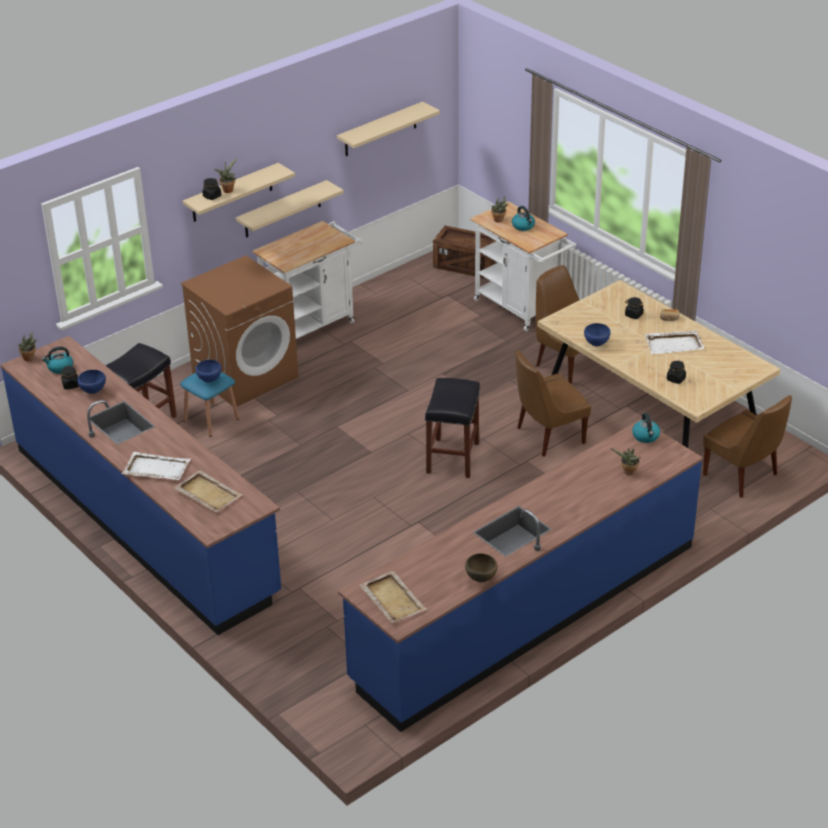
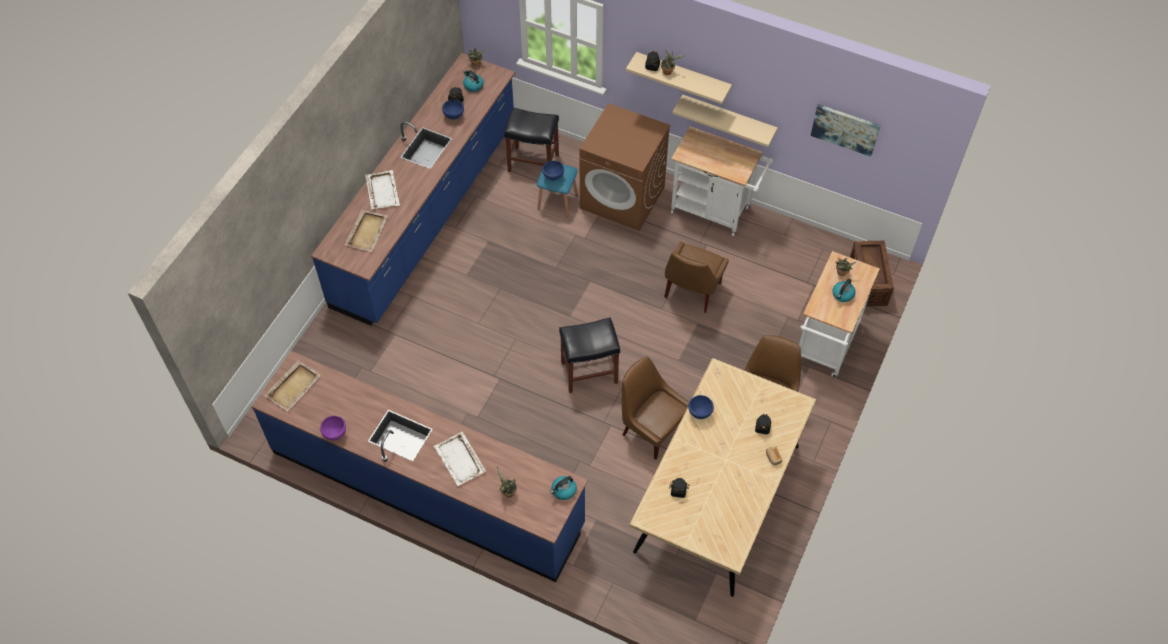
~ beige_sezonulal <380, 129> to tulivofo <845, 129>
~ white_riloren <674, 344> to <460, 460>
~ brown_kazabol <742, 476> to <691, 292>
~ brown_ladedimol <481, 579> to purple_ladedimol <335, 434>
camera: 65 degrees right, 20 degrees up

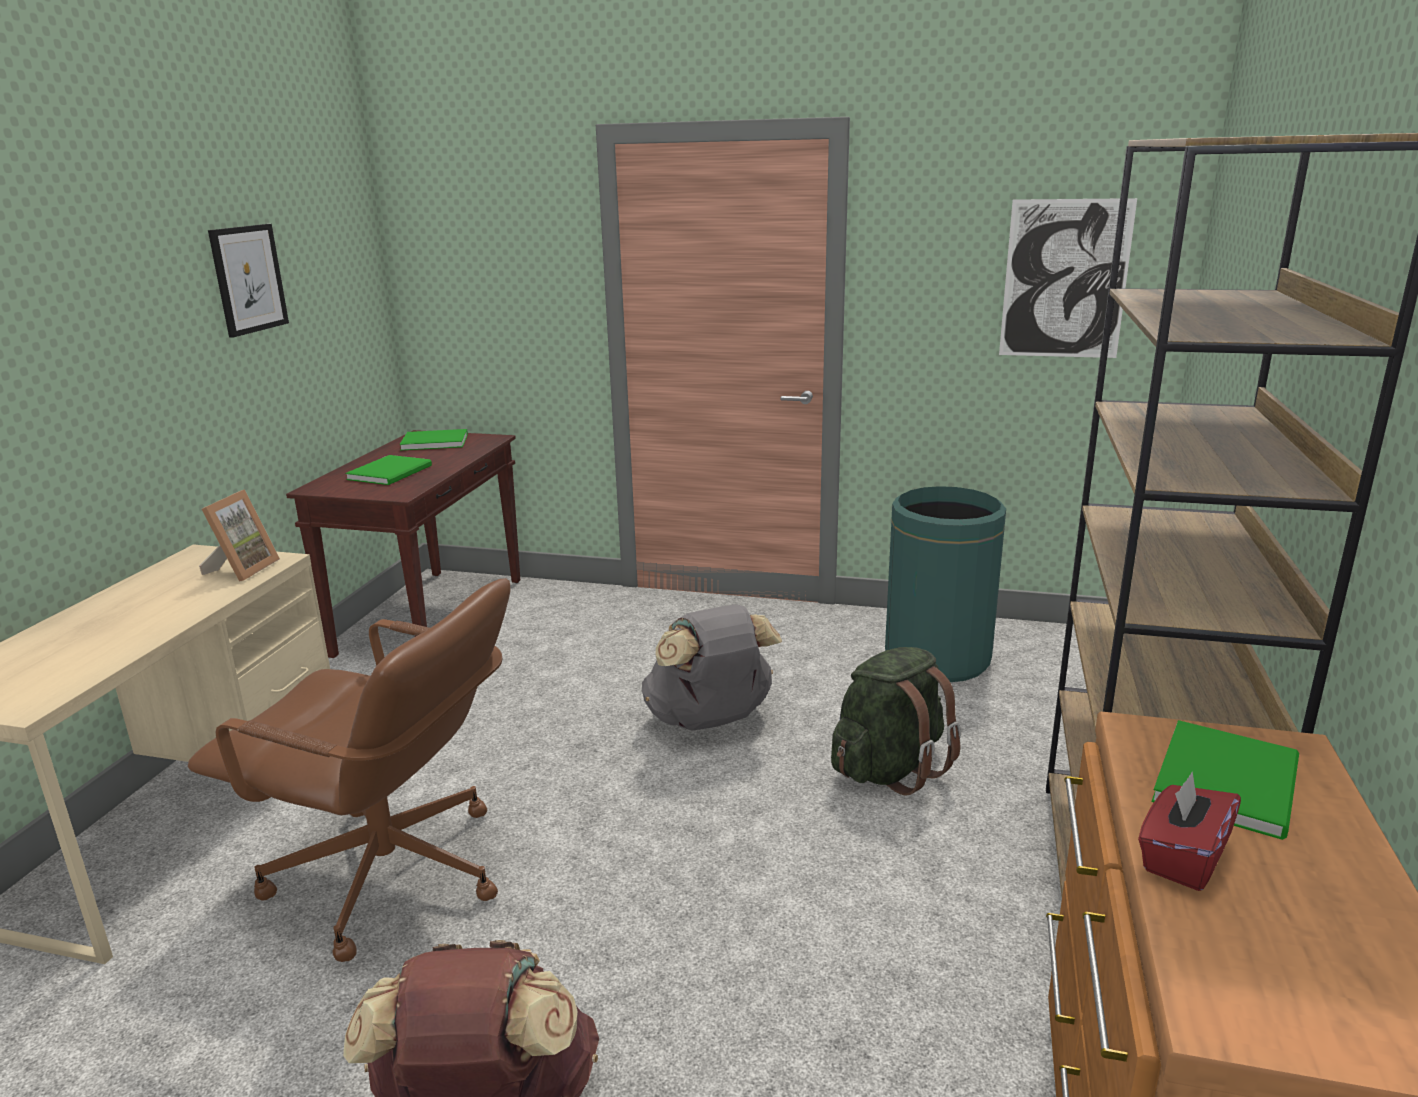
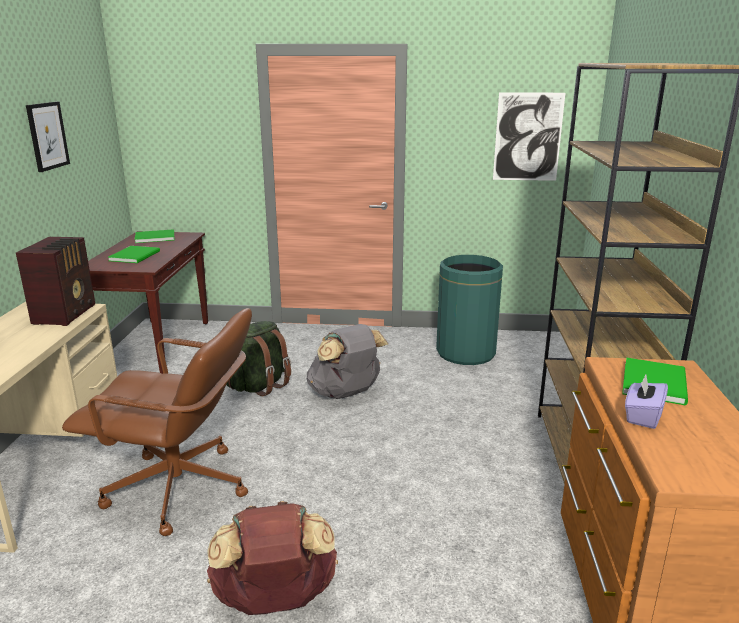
~ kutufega <242, 569> to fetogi <66, 314>
~ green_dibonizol <890, 769> to <260, 386>
~ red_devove <1182, 858> to purple_devove <642, 416>
camera: 10 degrees left, 0 degrees up

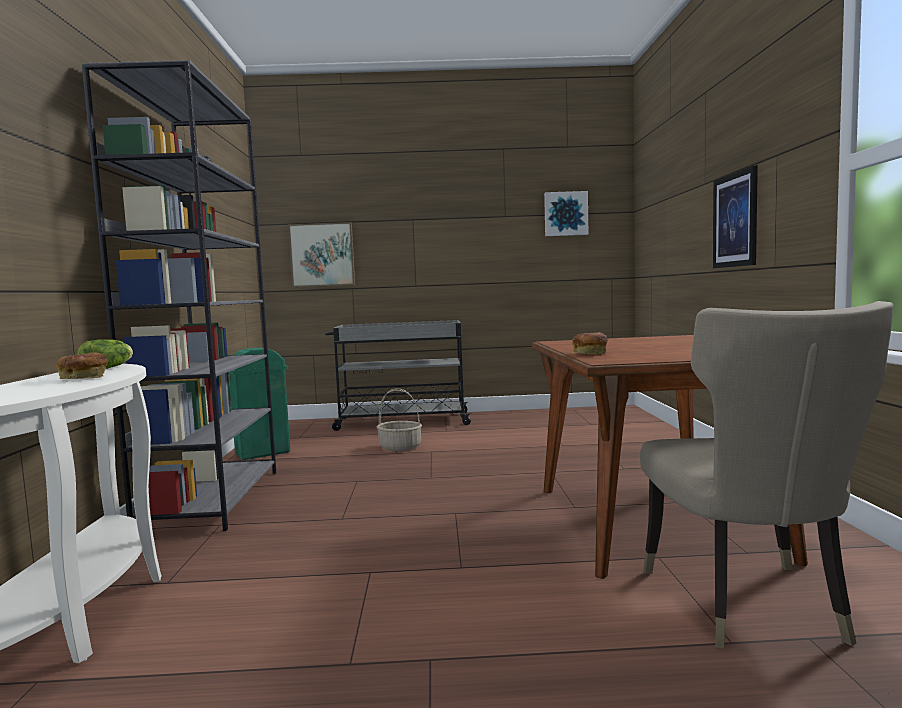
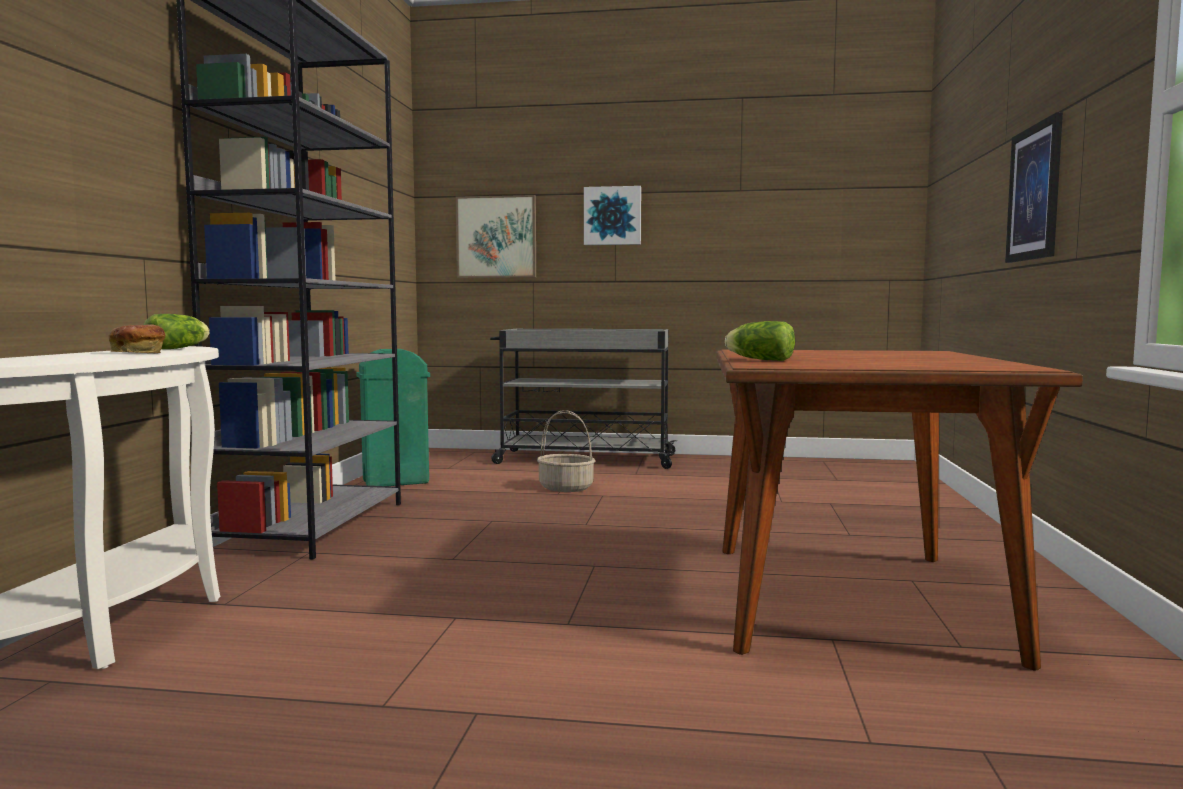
~ tulivofo <565, 214> to <612, 216>
- beige_kazabol <749, 607>
~ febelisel <589, 353> to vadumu <758, 360>
camera: 10 degrees right, 0 degrees up

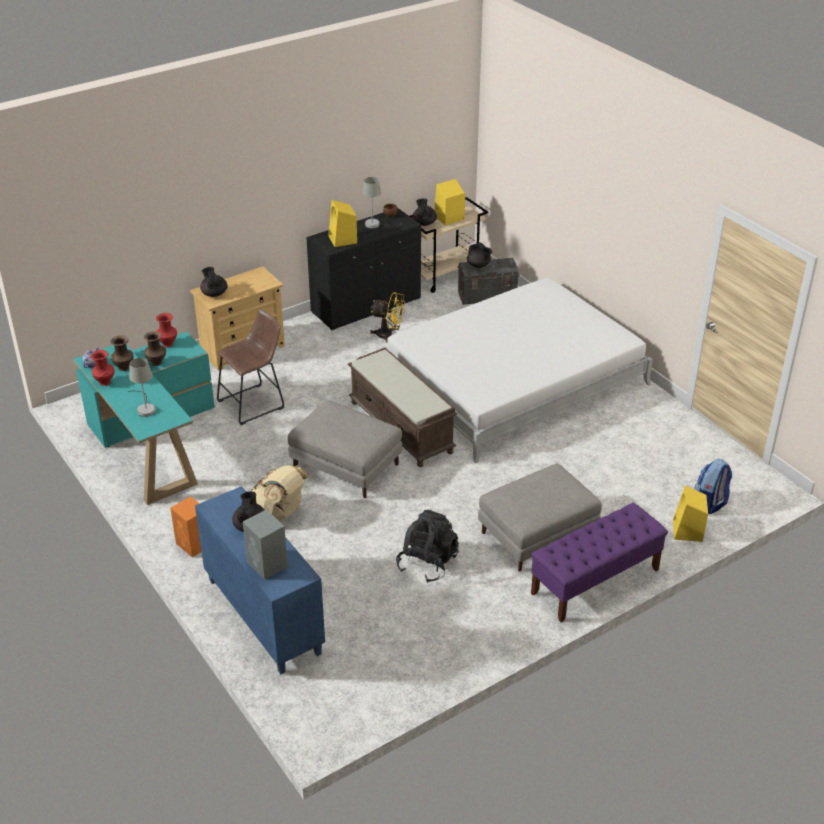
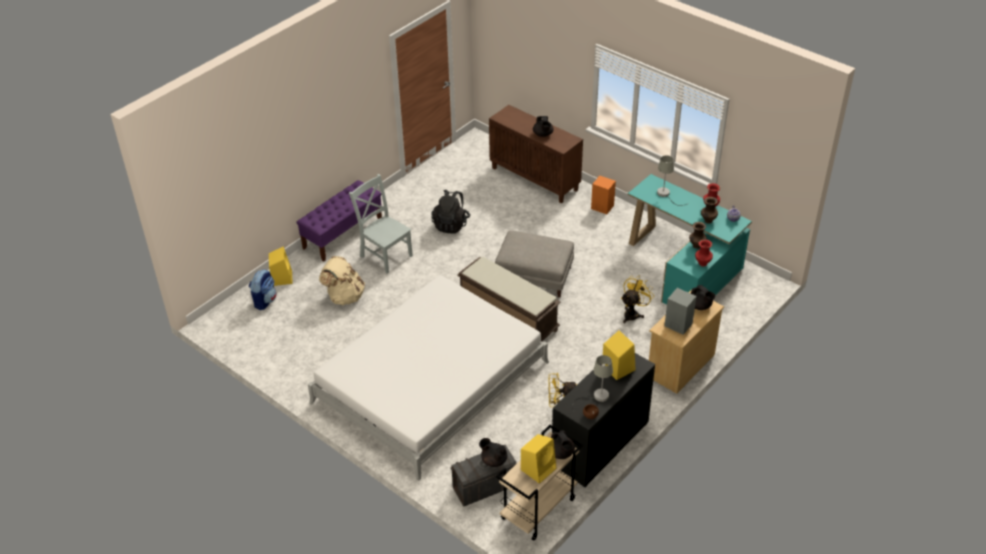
~ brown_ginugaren <254, 403> to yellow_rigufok <633, 313>
~ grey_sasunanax <537, 535> to grey_kazabol <385, 255>
~ beige_dibonizol <279, 514> to <344, 296>
~ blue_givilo <262, 616> to brown_givilo <535, 179>
~ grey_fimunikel <268, 565> to <677, 324>
camera: 165 degrees right, 5 degrees up

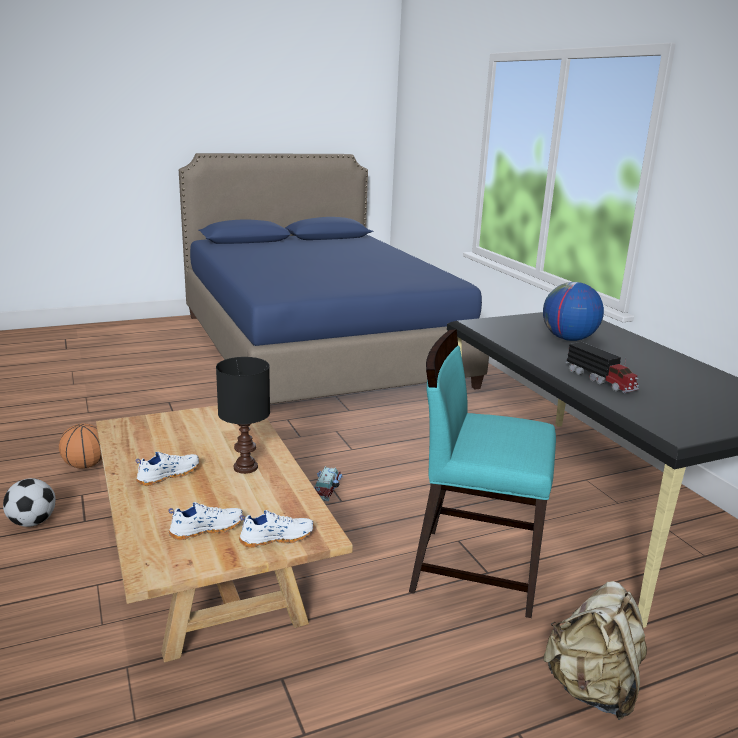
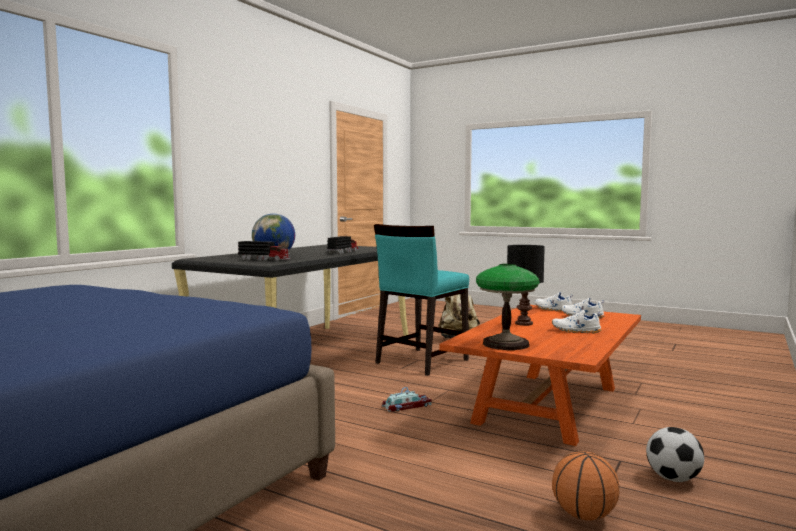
~ turquoise_kazabol <474, 569> = <421, 361> 60 degrees clockwise
~ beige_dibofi <210, 566> to orange_dibofi <549, 405>
+ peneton <264, 259>
+ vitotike <505, 344>
camera: 125 degrees left, 15 degrees down

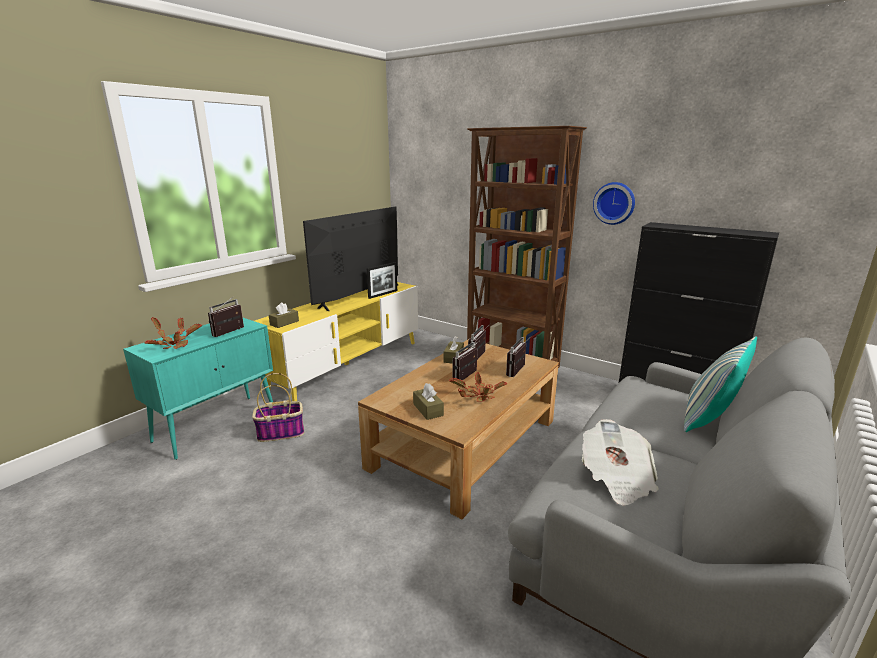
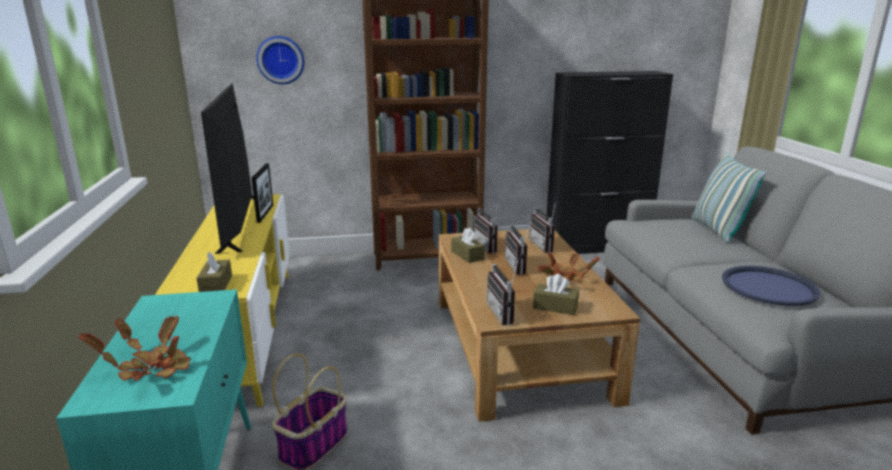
~ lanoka <614, 203> to <281, 60>
~ fetogi <230, 333> to <505, 314>
~ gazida <616, 478> to blue_riloren <768, 287>
camera: 45 degrees left, 0 degrees up

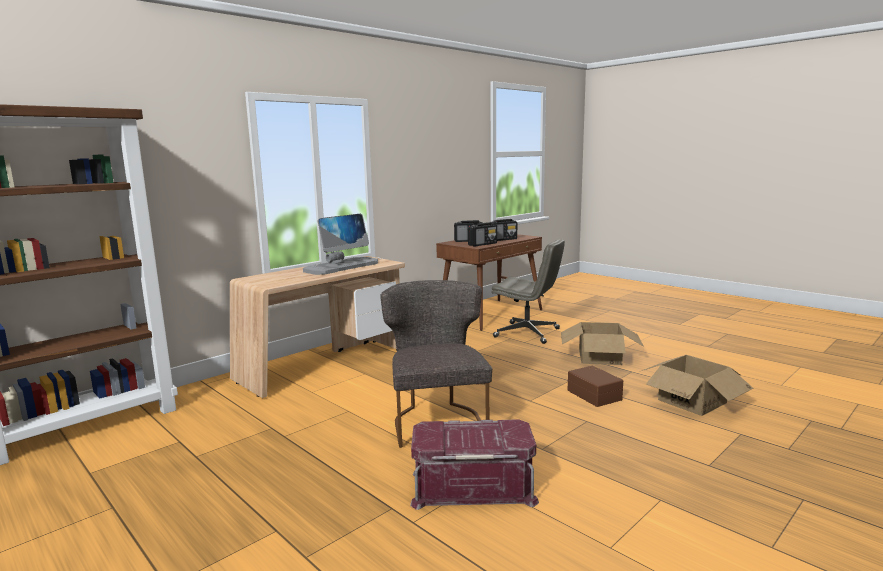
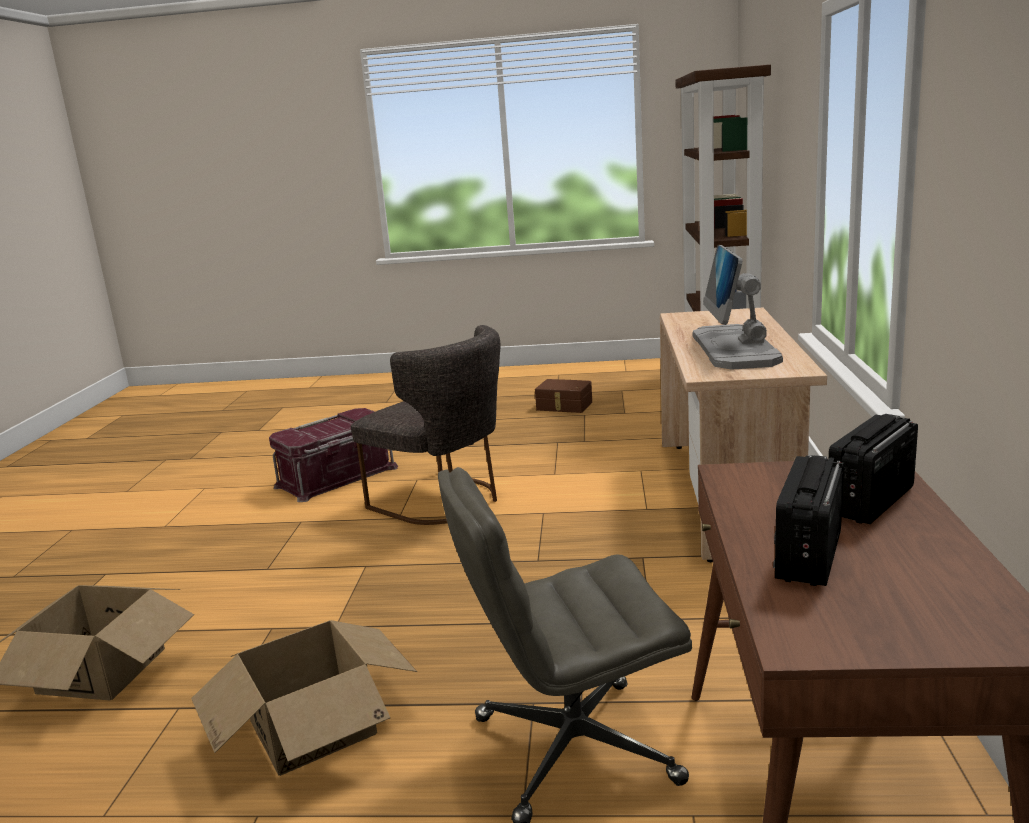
- fetogi <483, 244>
~ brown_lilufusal <595, 394> to <564, 406>
camera: 140 degrees right, 5 degrees up

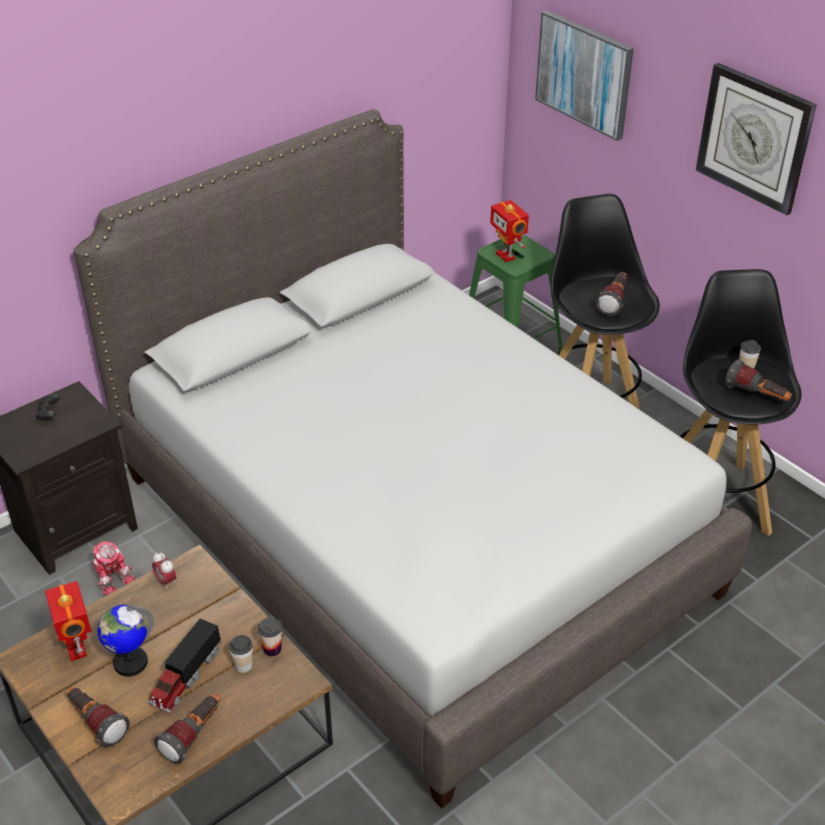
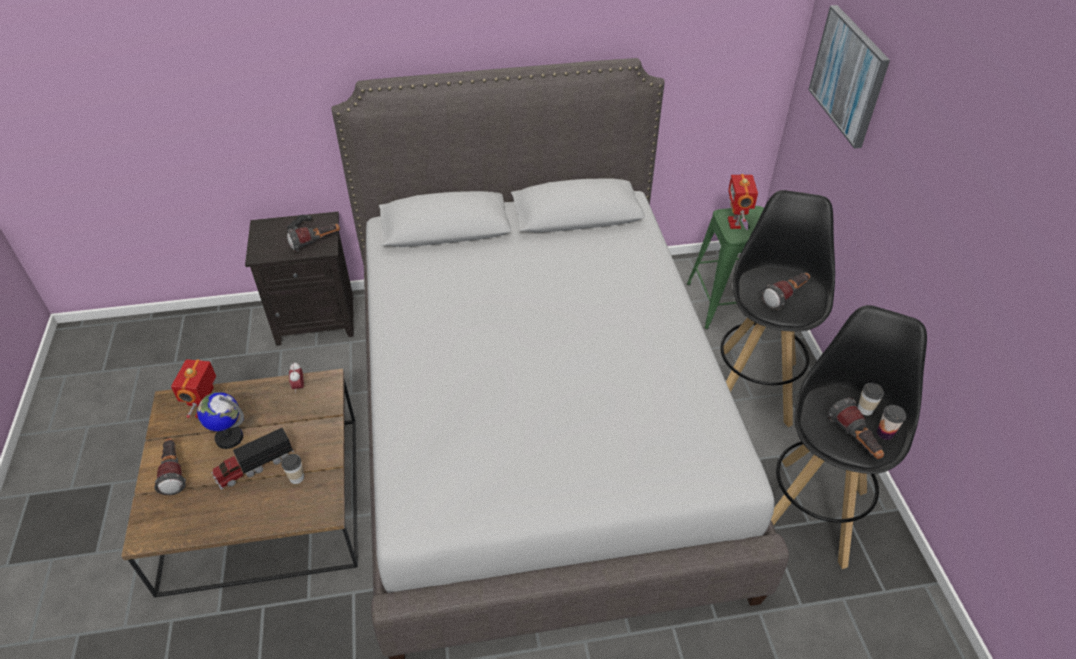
- lanoka <754, 138>
- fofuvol <113, 577>
~ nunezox <272, 649> to <885, 433>
~ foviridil <194, 735> to <316, 243>
camera: 30 degrees right, 5 degrees up

